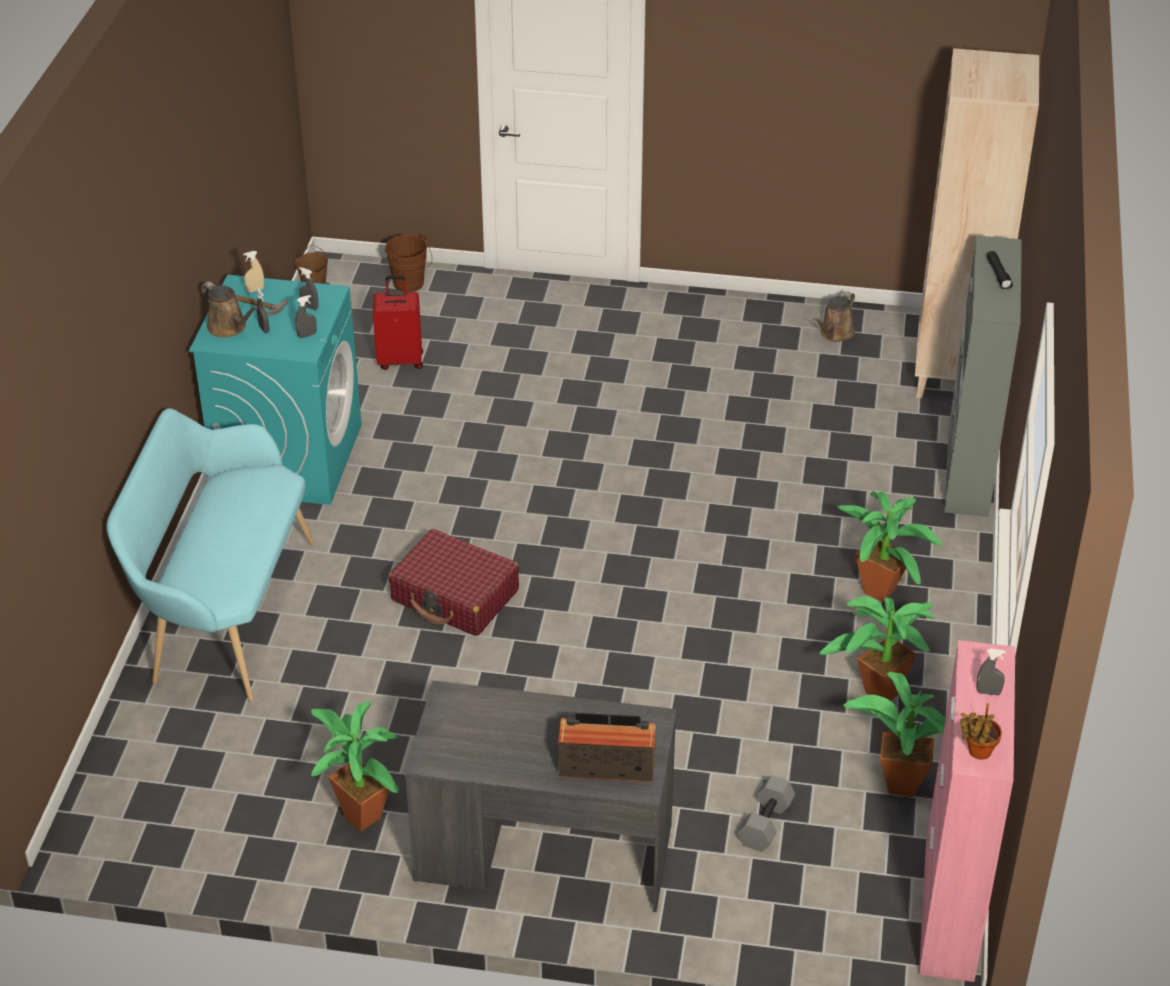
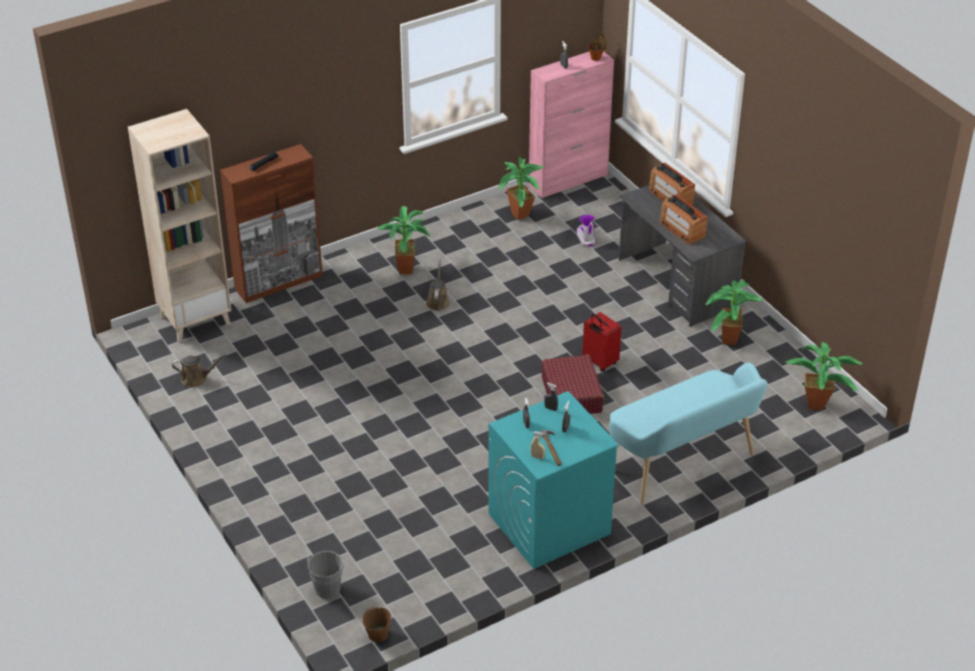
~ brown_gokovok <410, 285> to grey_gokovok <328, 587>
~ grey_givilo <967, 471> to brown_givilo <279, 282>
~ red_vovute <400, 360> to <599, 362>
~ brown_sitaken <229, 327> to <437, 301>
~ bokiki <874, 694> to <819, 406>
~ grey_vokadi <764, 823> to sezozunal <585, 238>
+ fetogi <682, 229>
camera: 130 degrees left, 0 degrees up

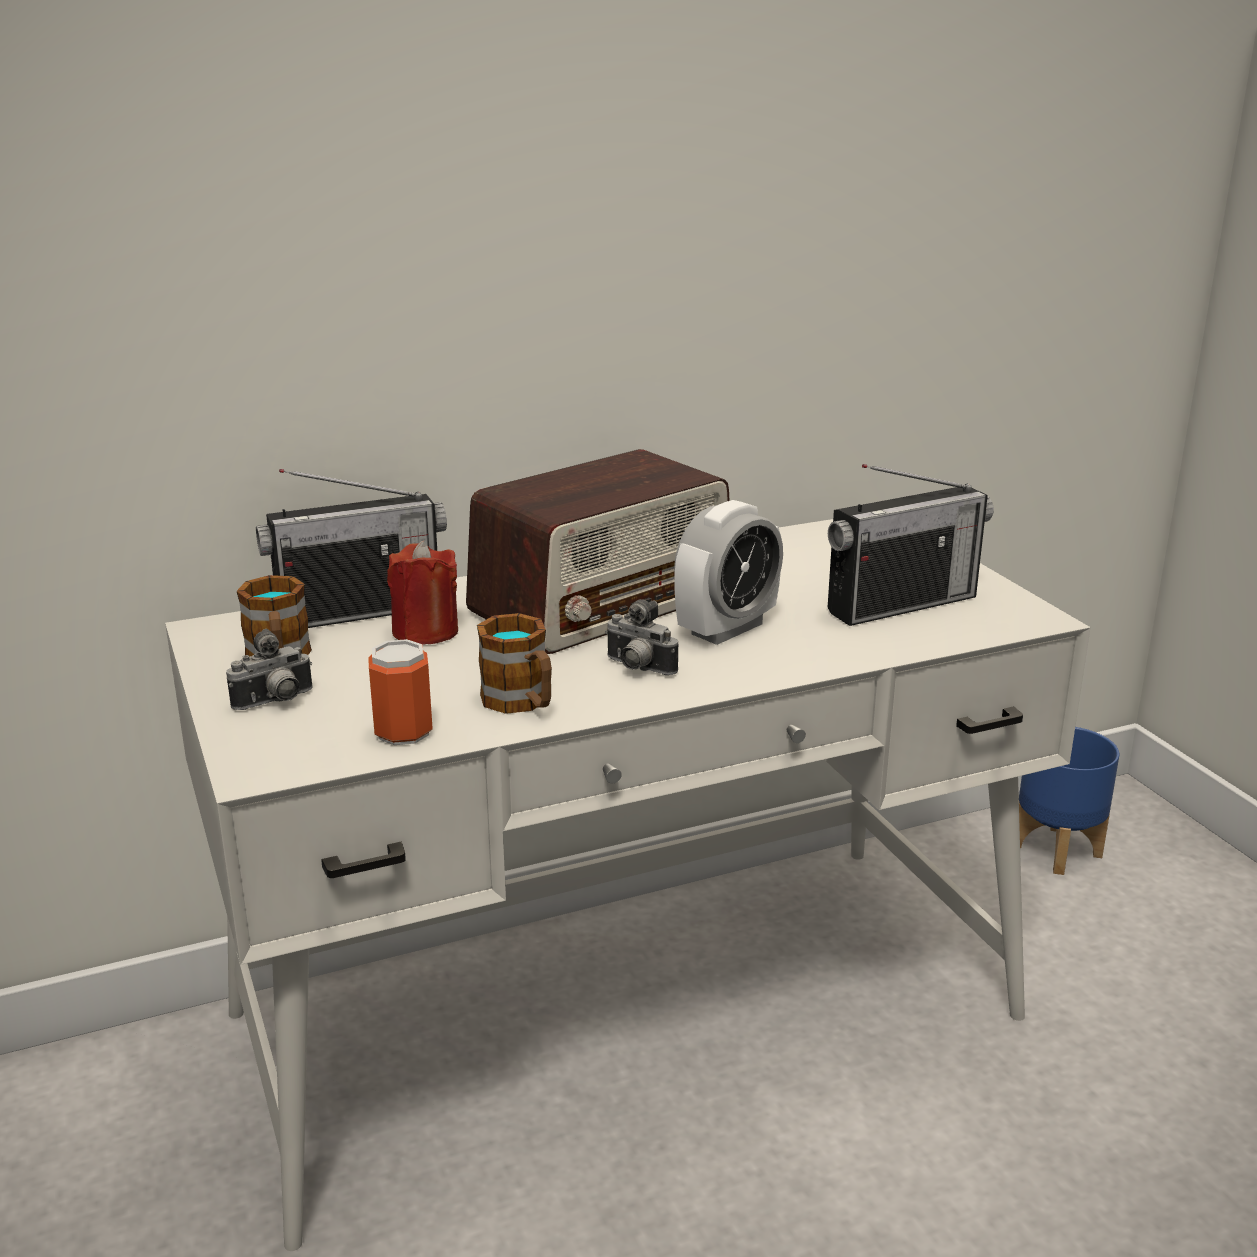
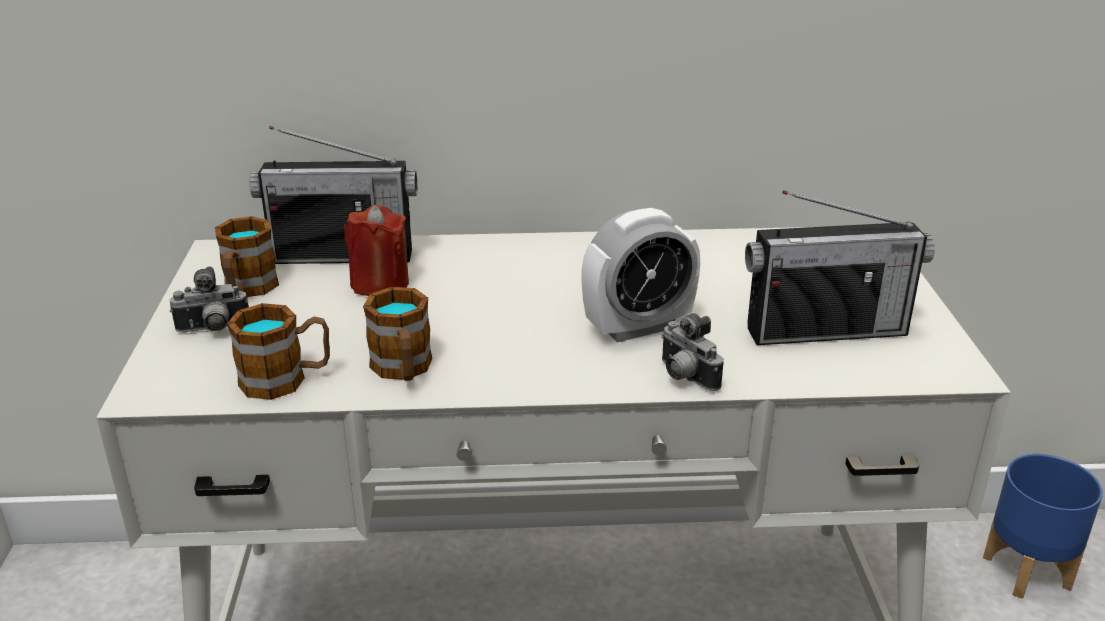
- fetogi <603, 602>
~ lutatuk <637, 668> to <684, 377>
~ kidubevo <403, 732> to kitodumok <286, 379>
camera: 20 degrees right, 5 degrees up

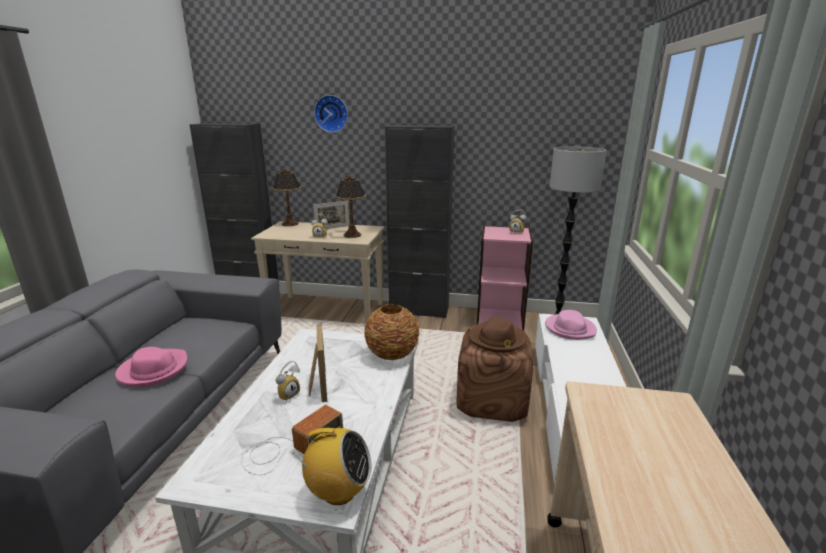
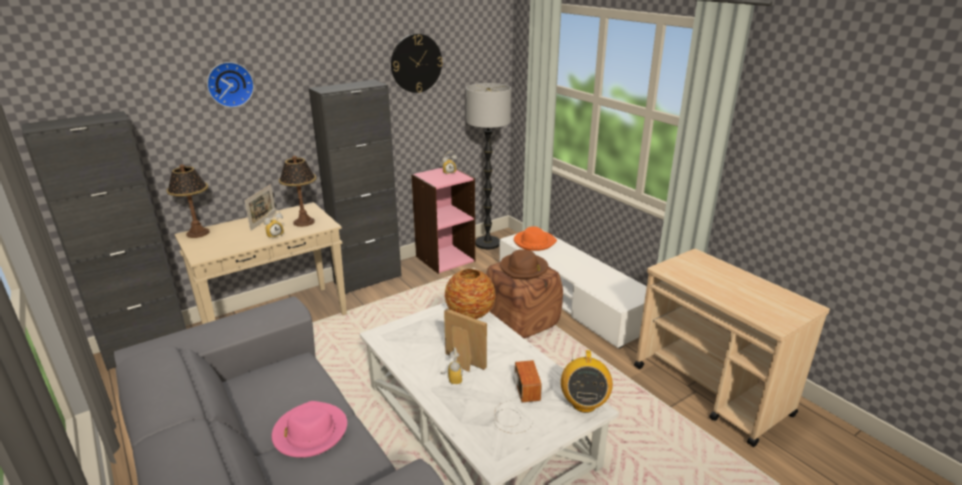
~ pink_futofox <570, 329> to orange_futofox <534, 242>
~ fetogi <338, 492> = <584, 404> 135 degrees clockwise
+ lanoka <416, 63>
camera: 45 degrees left, 5 degrees up

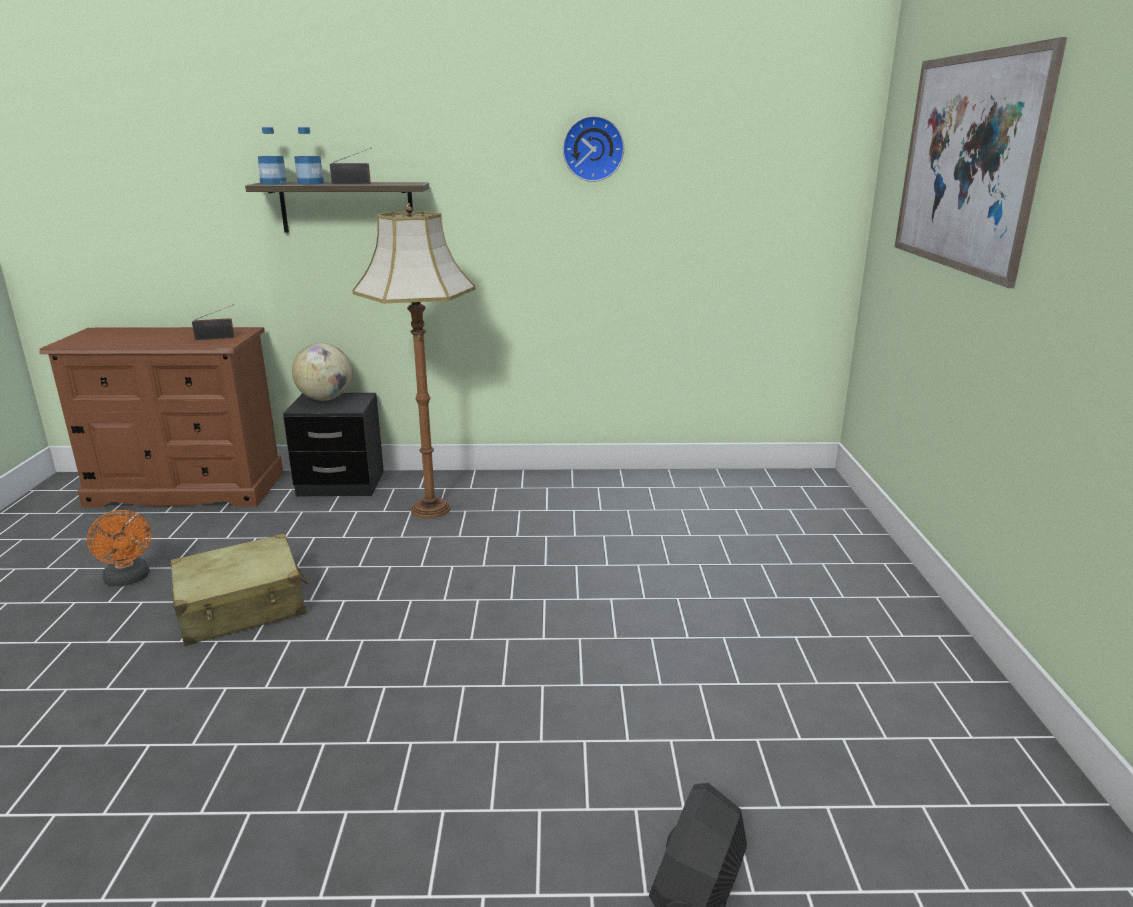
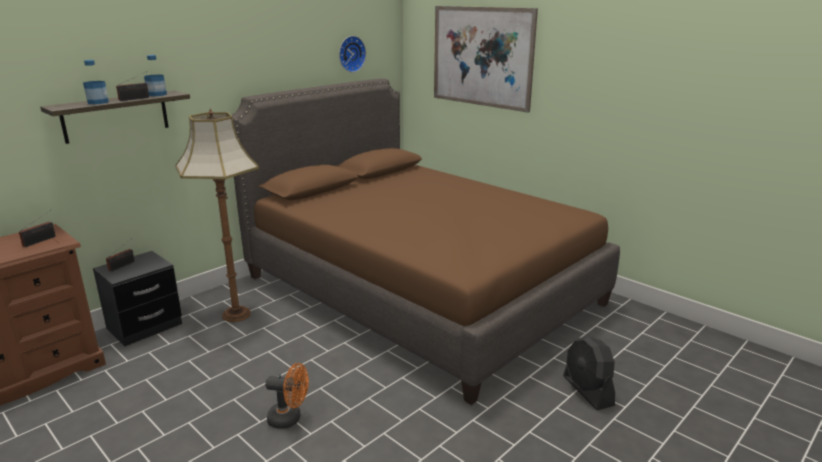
~ lanoka <593, 149> to <350, 53>
~ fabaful <273, 183> to <157, 94>
~ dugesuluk <325, 399> to fetogi <123, 265>
~ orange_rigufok <129, 580> to <290, 419>
- beige_vovute <242, 607>
+ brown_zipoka <420, 290>
camera: 45 degrees left, 0 degrees up

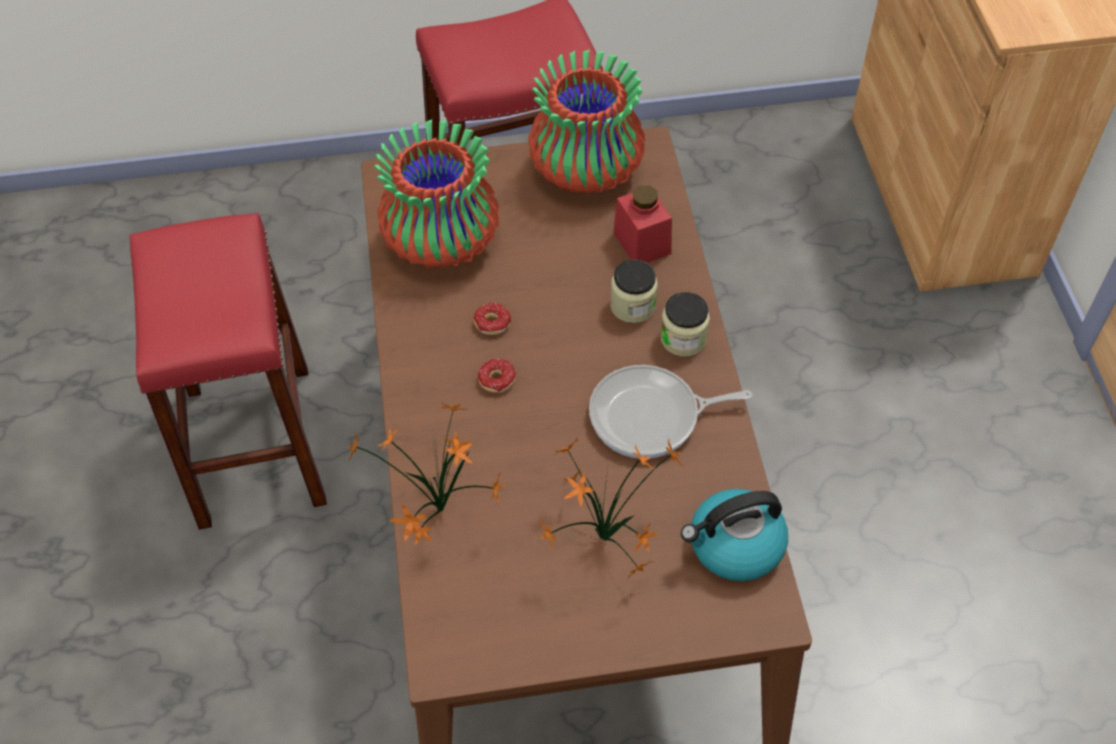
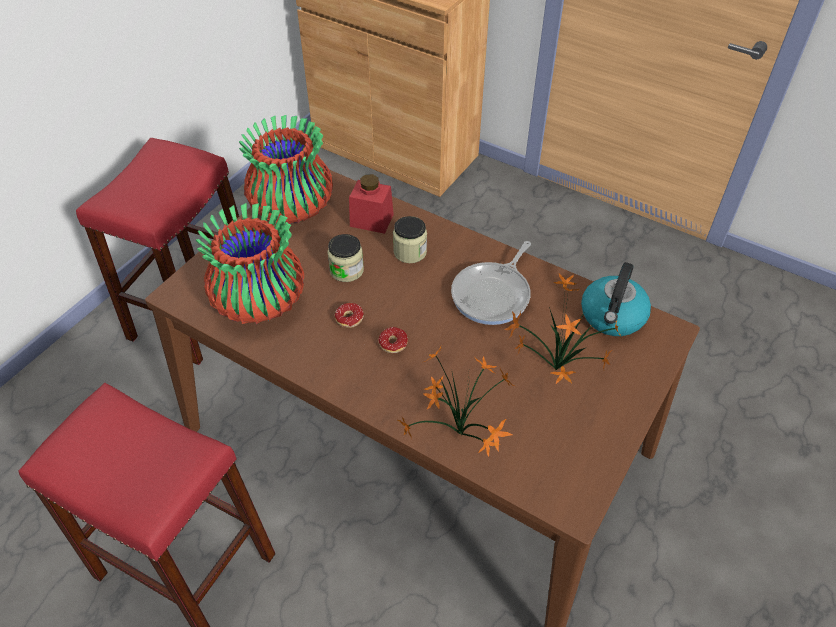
~ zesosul <683, 338> to <346, 270>
camera: 50 degrees left, 5 degrees down

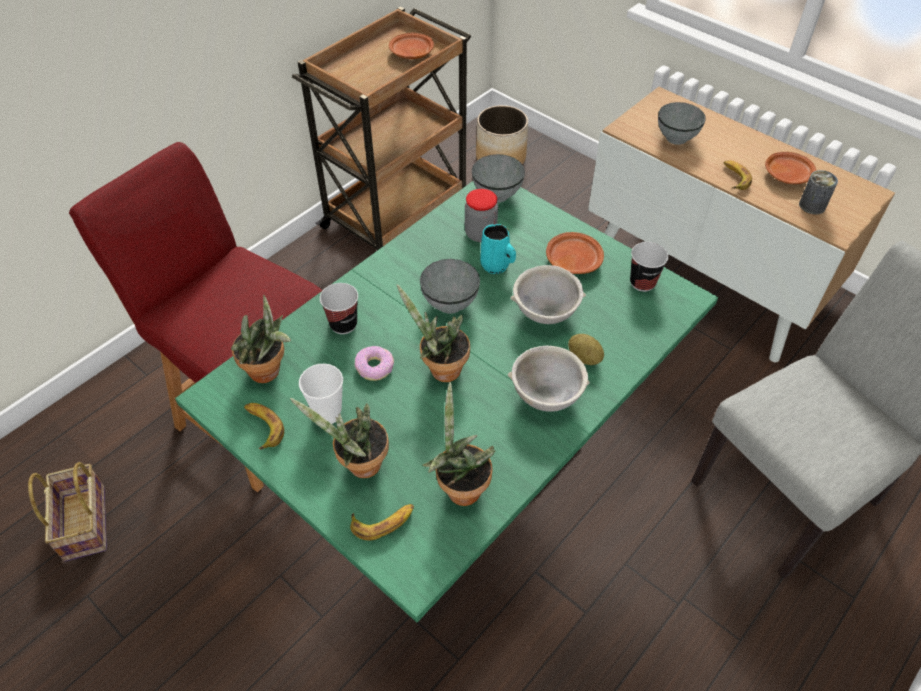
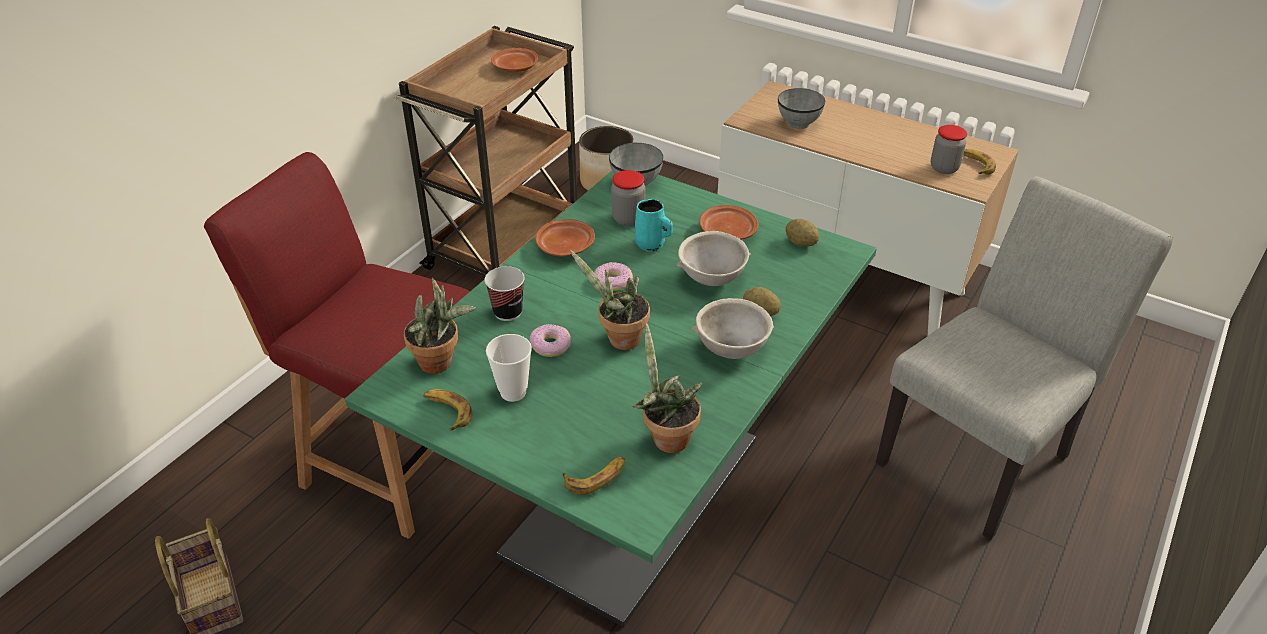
~ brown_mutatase <787, 175> to <565, 246>
~ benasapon <734, 178> to <976, 165>
~ kidubevo <812, 205> to zesosul <944, 168>
~ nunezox <642, 282> to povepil <800, 243>
~ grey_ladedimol <449, 303> to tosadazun <612, 281>
- bokiki <359, 466>
camera: 10 degrees left, 10 degrees down

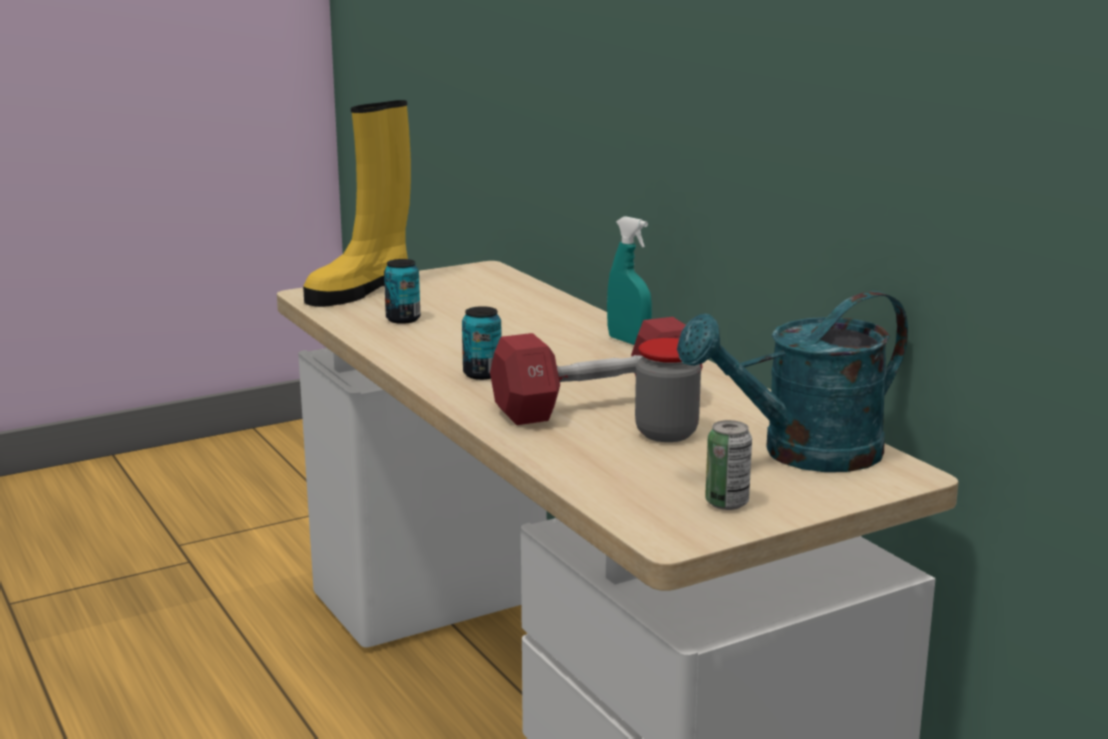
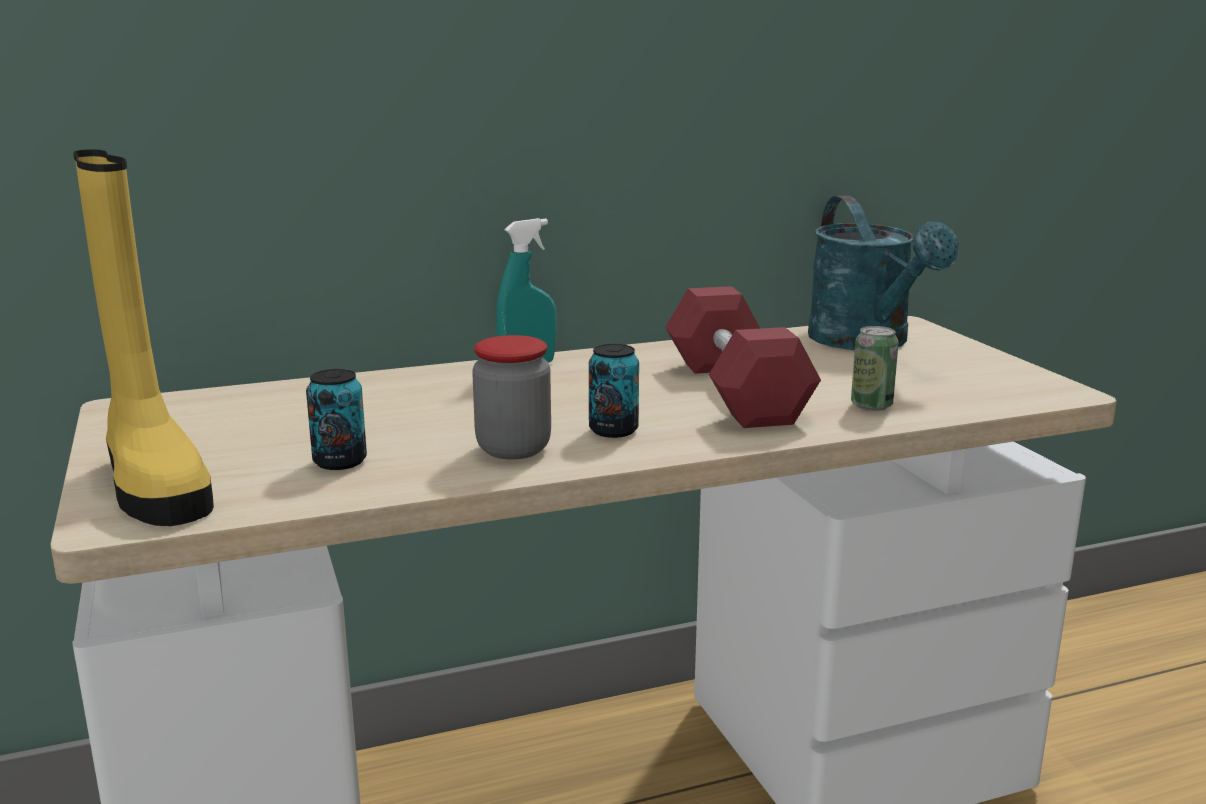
~ zesosul <666, 433> to <513, 449>
~ kidubevo <726, 503> to <871, 405>
camera: 80 degrees left, 0 degrees up

